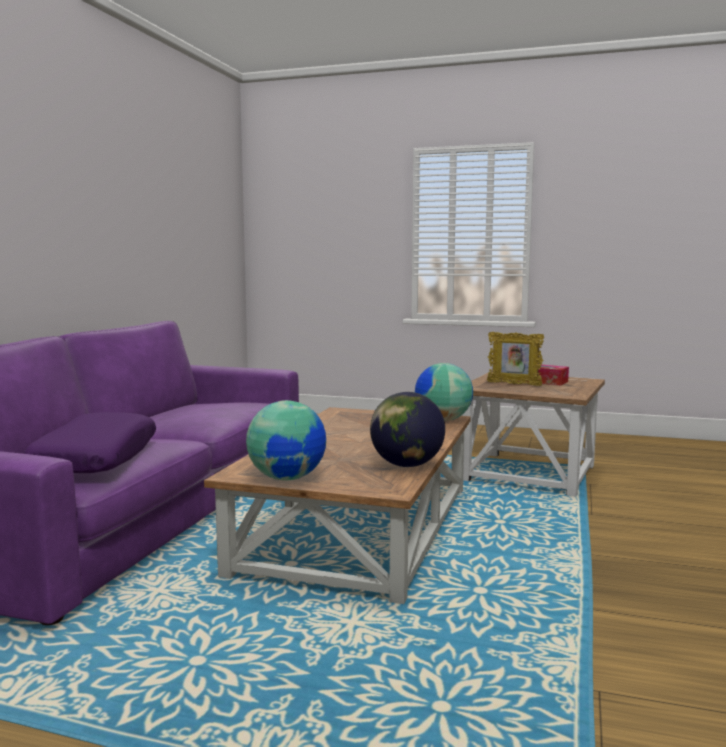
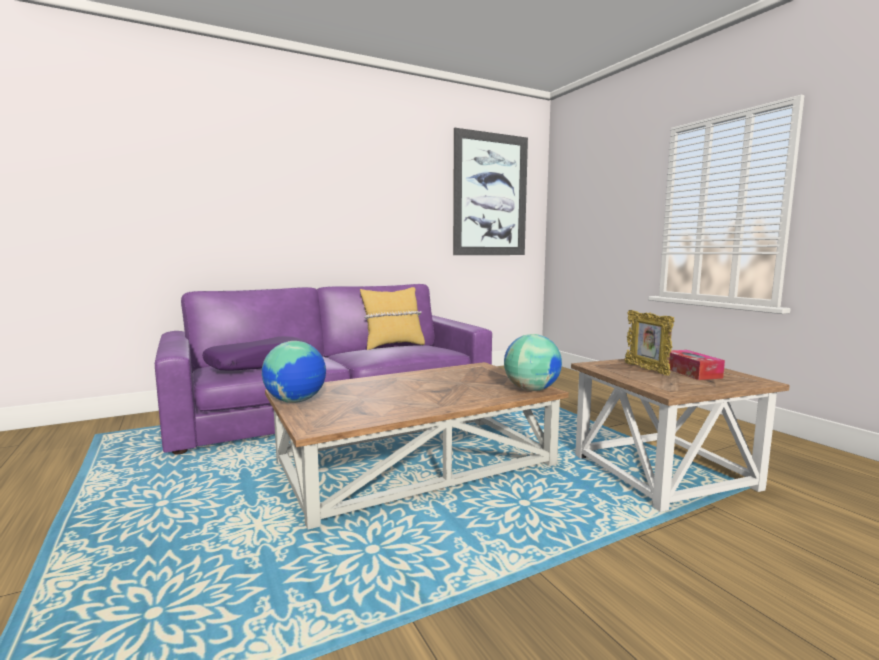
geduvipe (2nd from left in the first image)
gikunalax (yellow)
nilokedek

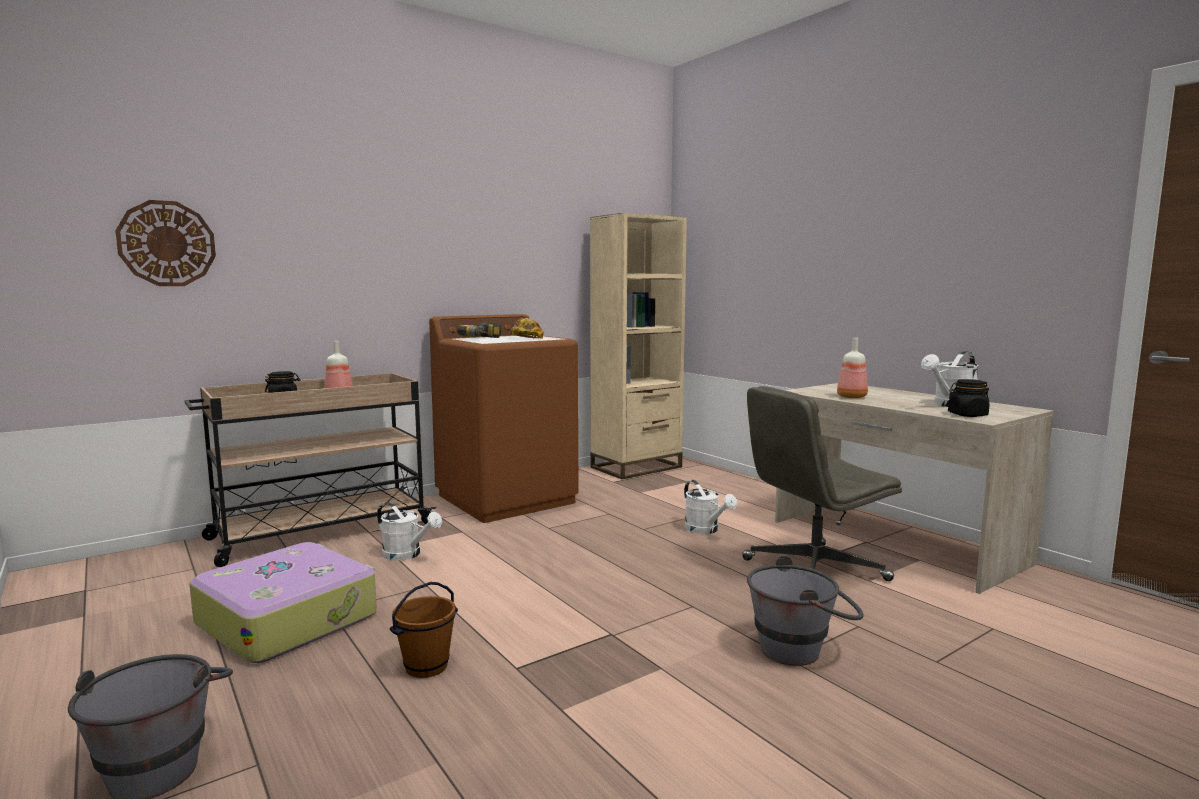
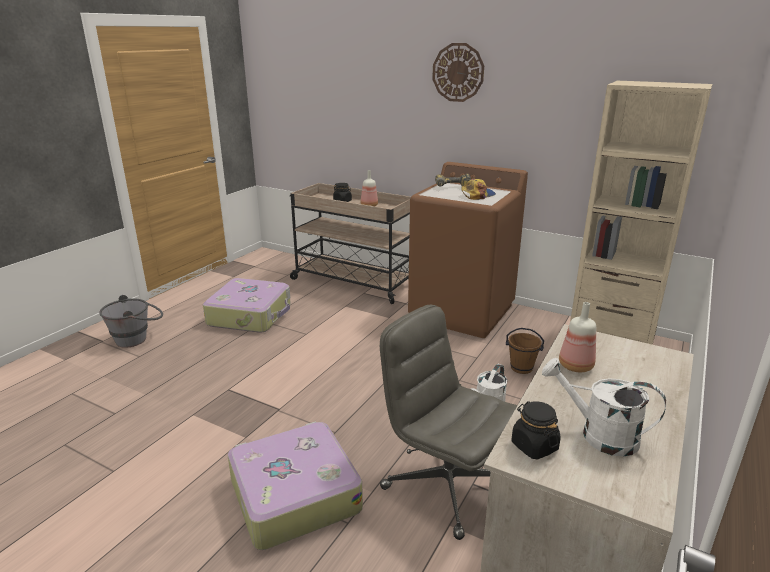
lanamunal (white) (1st from left in the first image)
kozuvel
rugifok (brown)
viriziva (2nd from left)

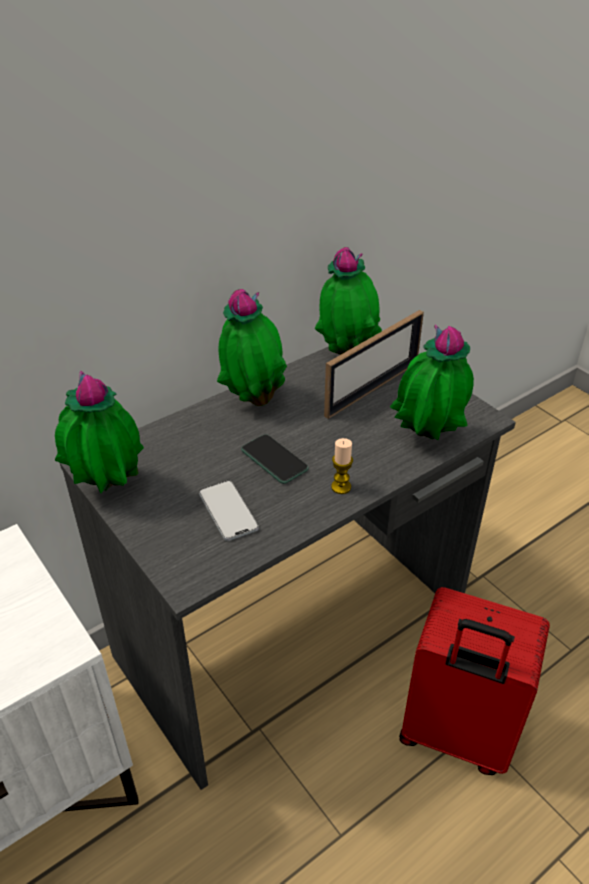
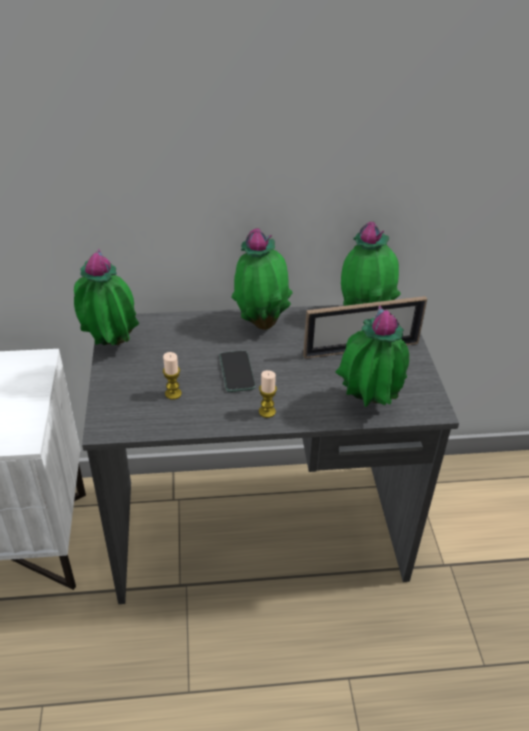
viriziva (red)
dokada (1st from left)

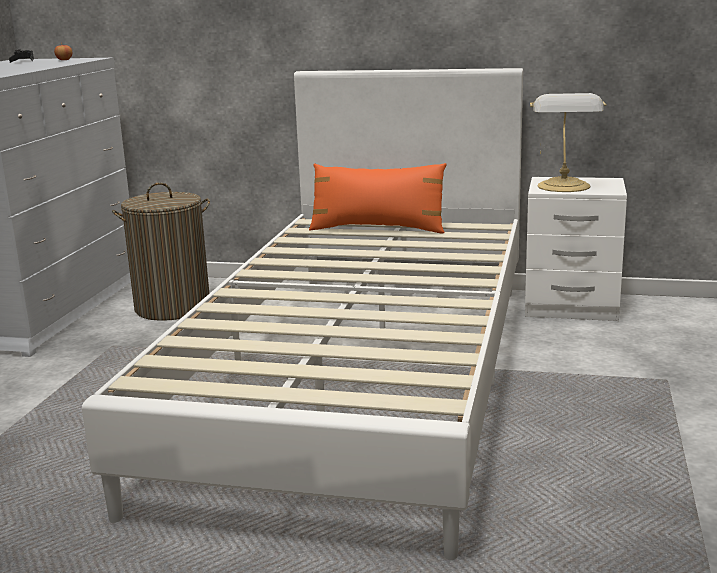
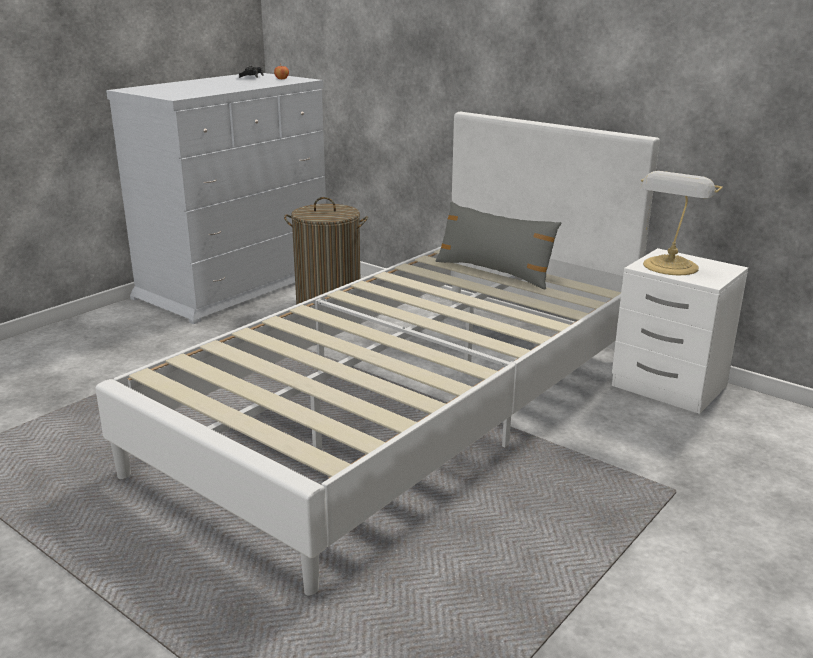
gikunalax (grey)

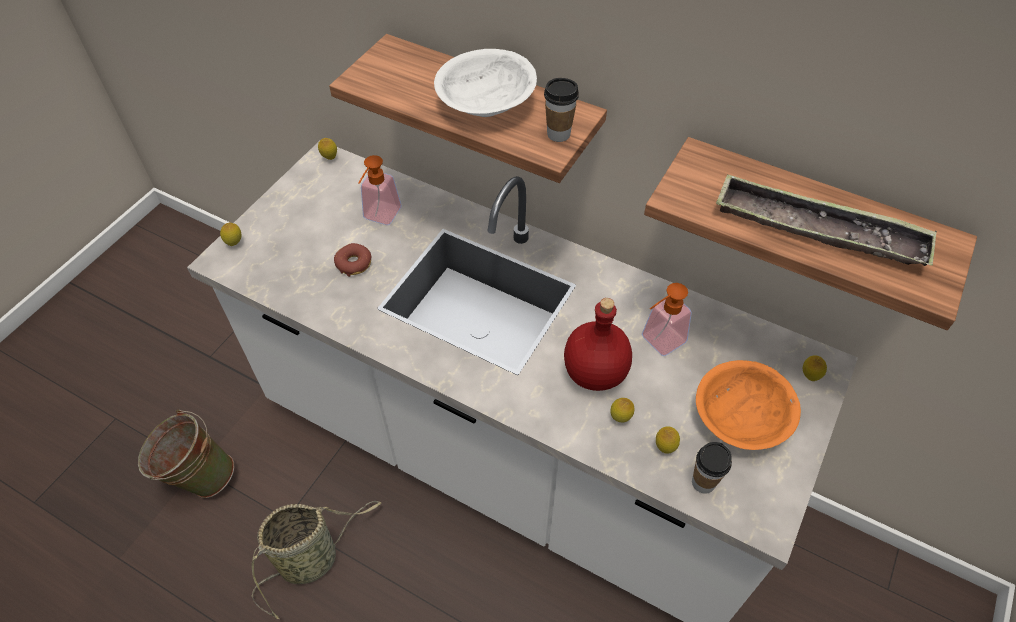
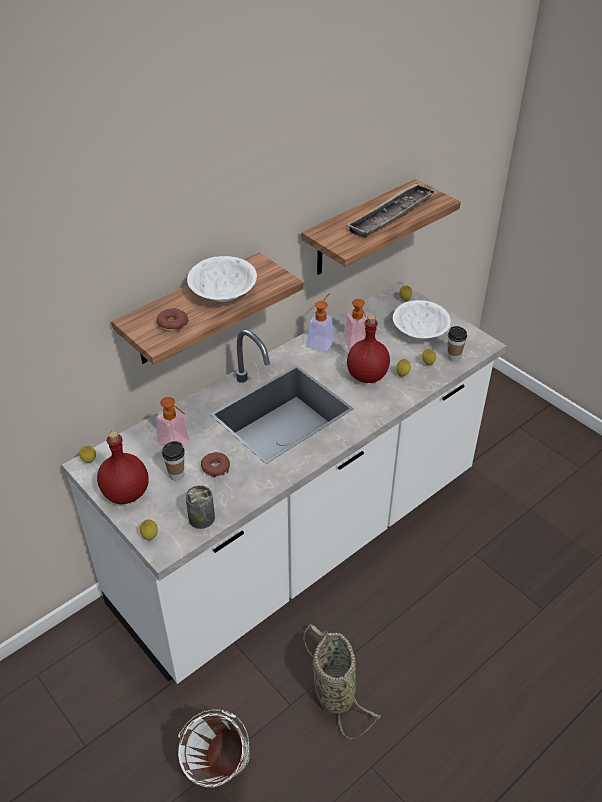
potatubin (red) (1st from left)
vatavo (1st from left)
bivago
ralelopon (2nd from left)
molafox (1st from left)
rugifok (white)
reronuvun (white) (2nd from left)

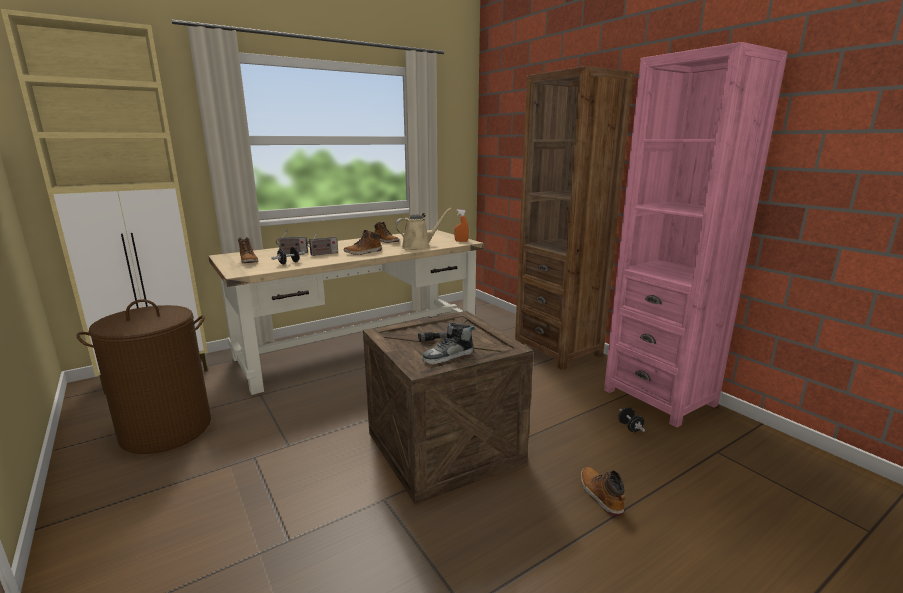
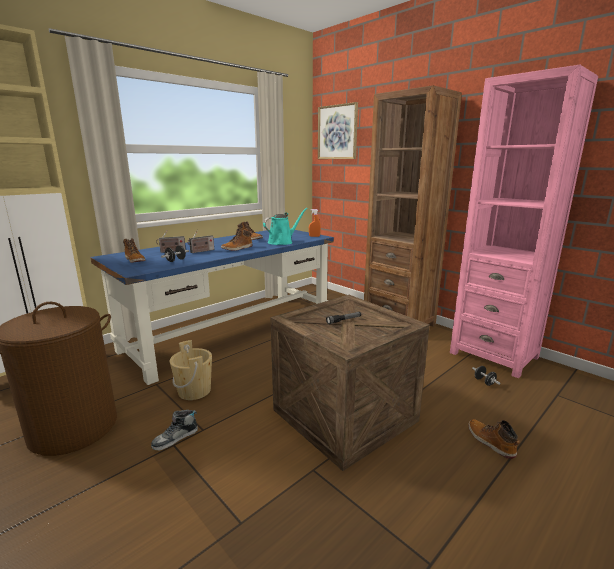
rugifok (beige)
nilokedek
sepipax
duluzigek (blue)
lanamunal (turquoise)

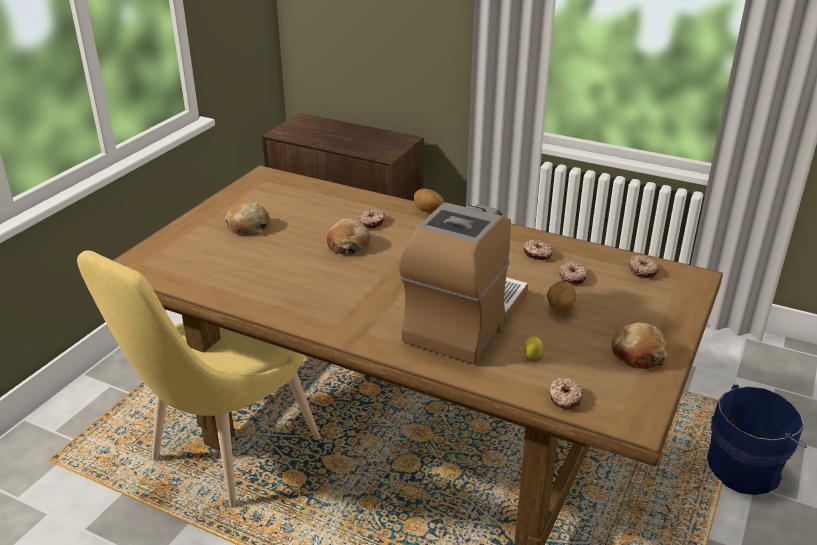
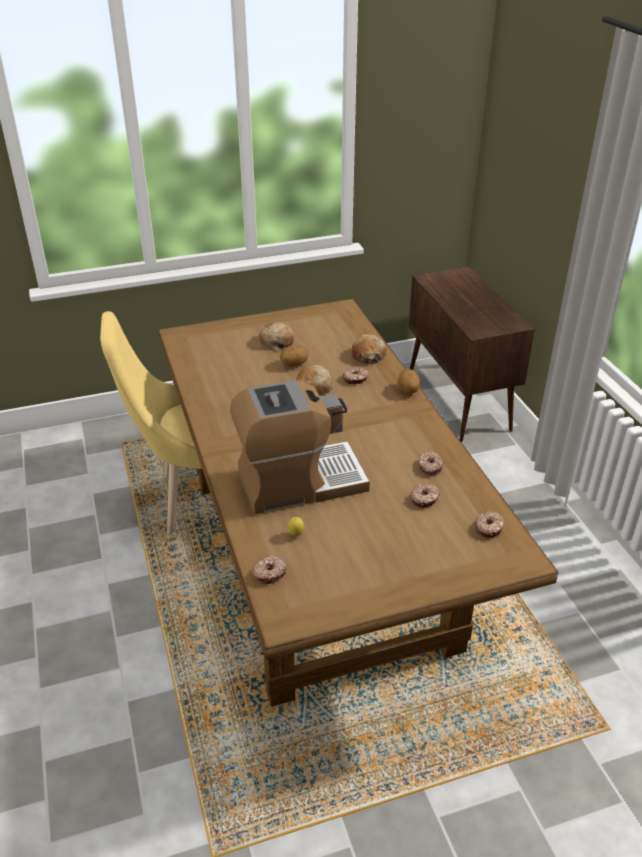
rugifok (blue)
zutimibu (1st from left)
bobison (3rd from left)

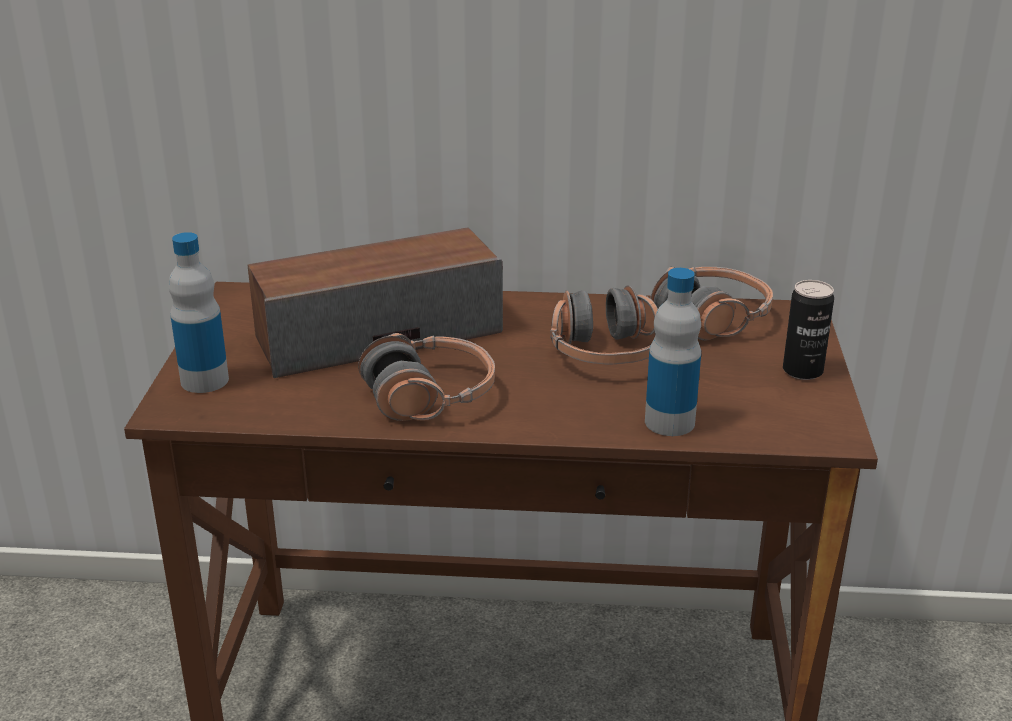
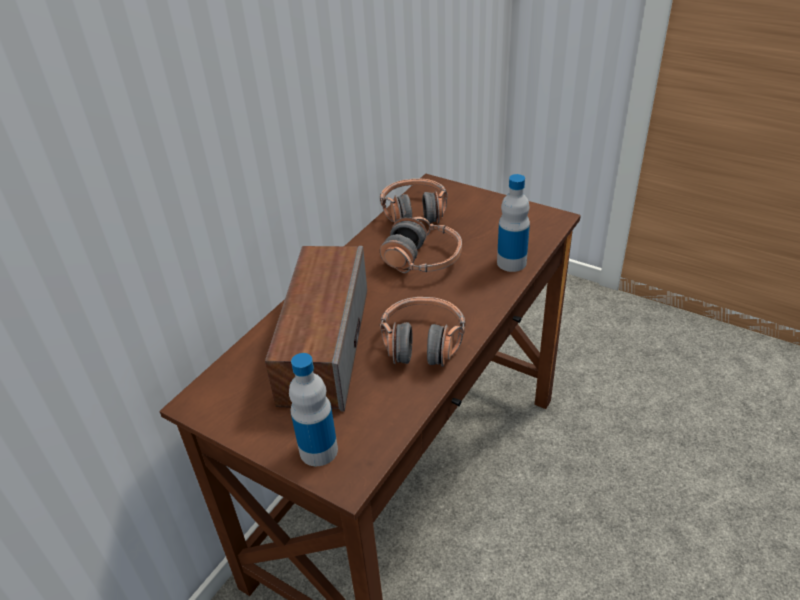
bivago

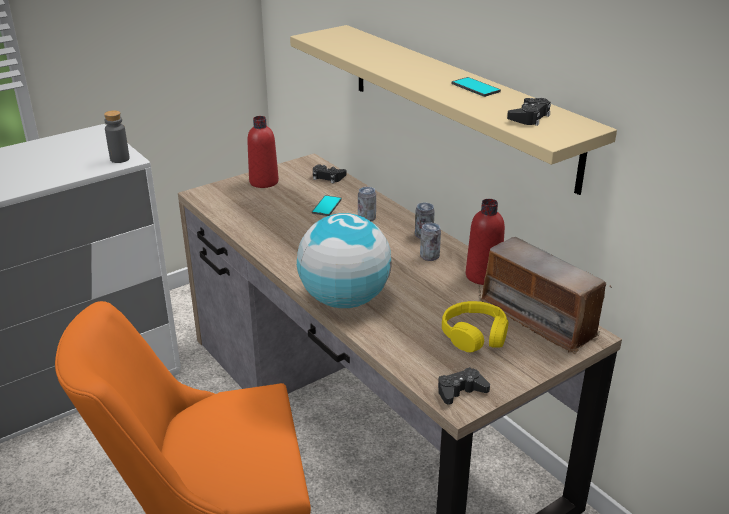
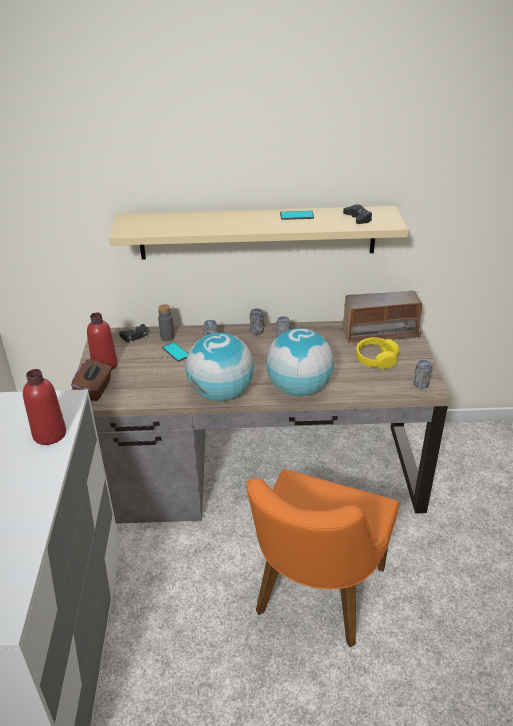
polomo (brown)
geduvipe (1st from left)
potatubin (grey)
potatubin (red) (1st from left)
bivago (4th from left)

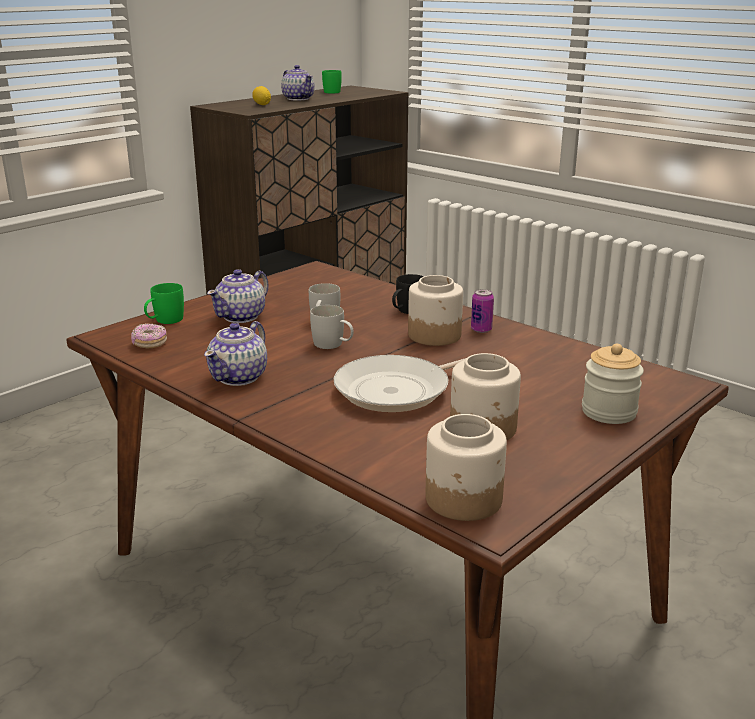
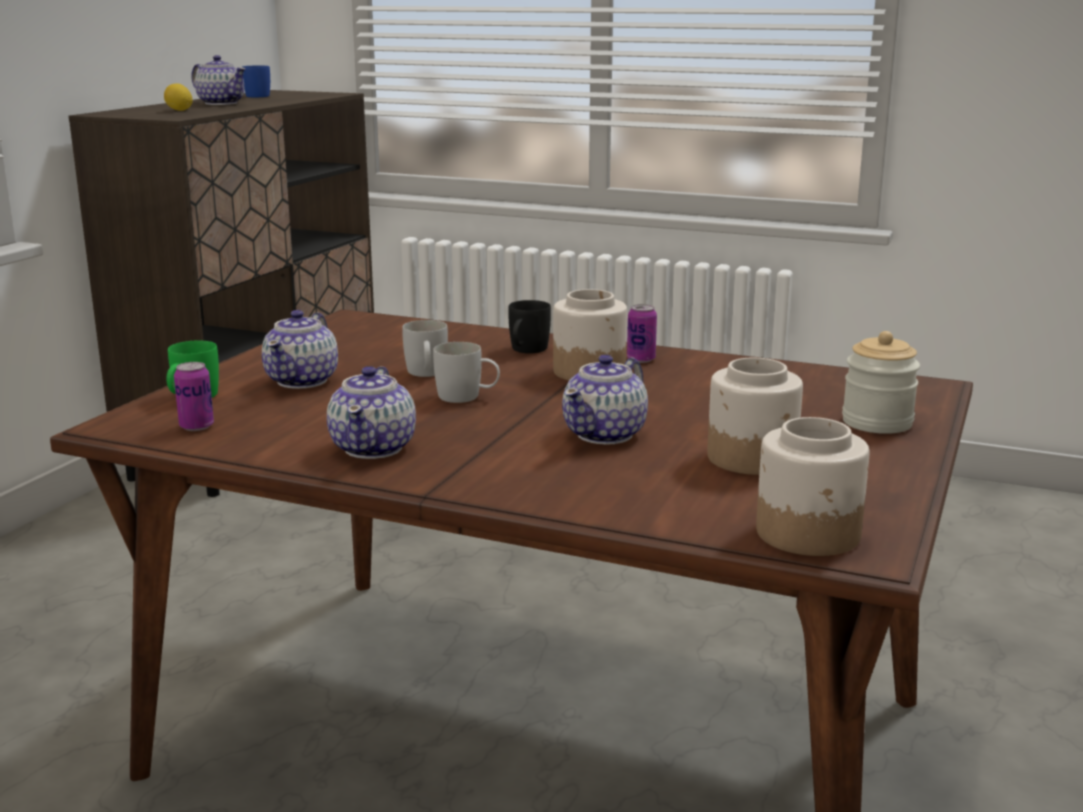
bivago (1st from left)
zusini (4th from left)
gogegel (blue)

